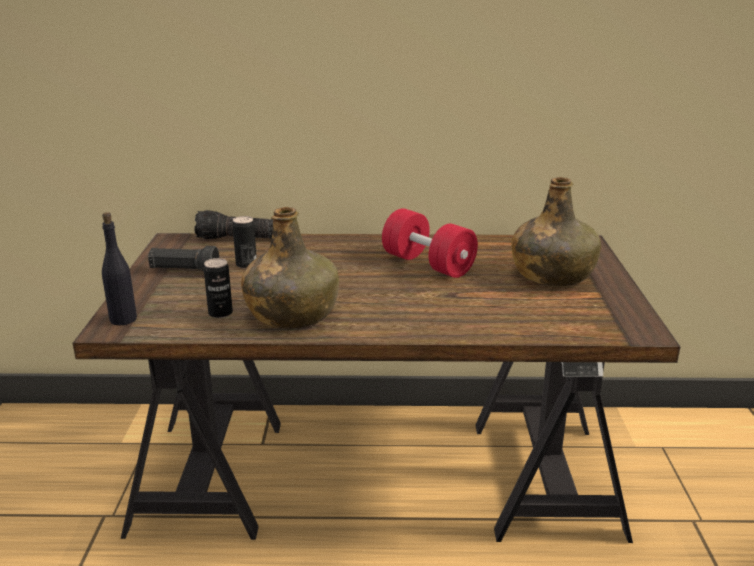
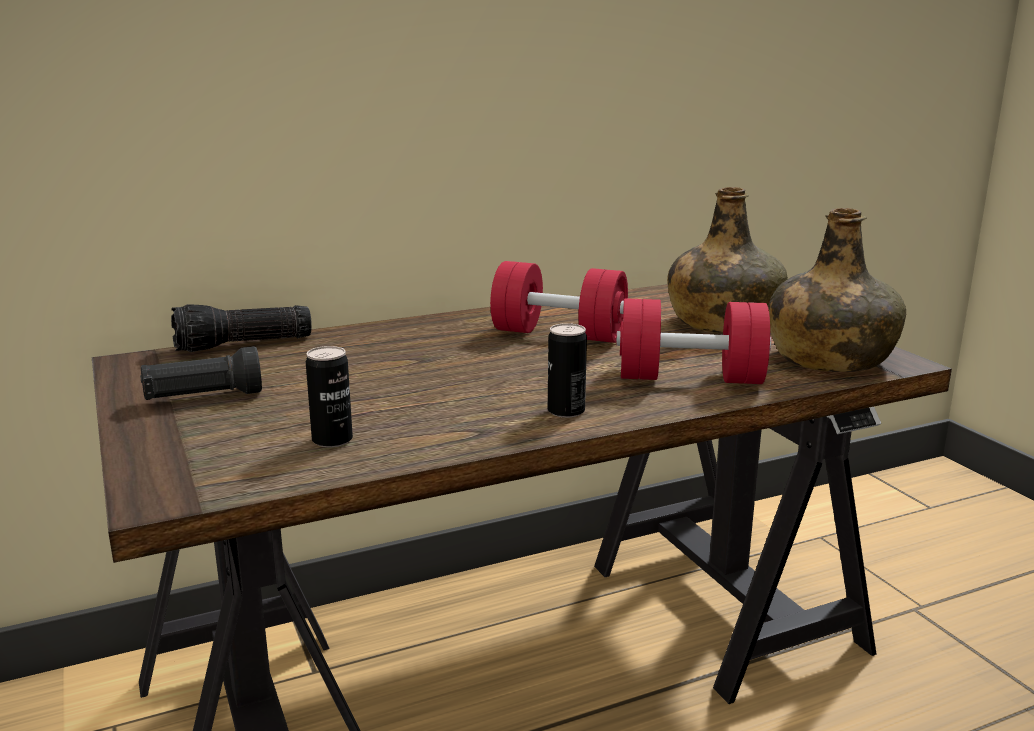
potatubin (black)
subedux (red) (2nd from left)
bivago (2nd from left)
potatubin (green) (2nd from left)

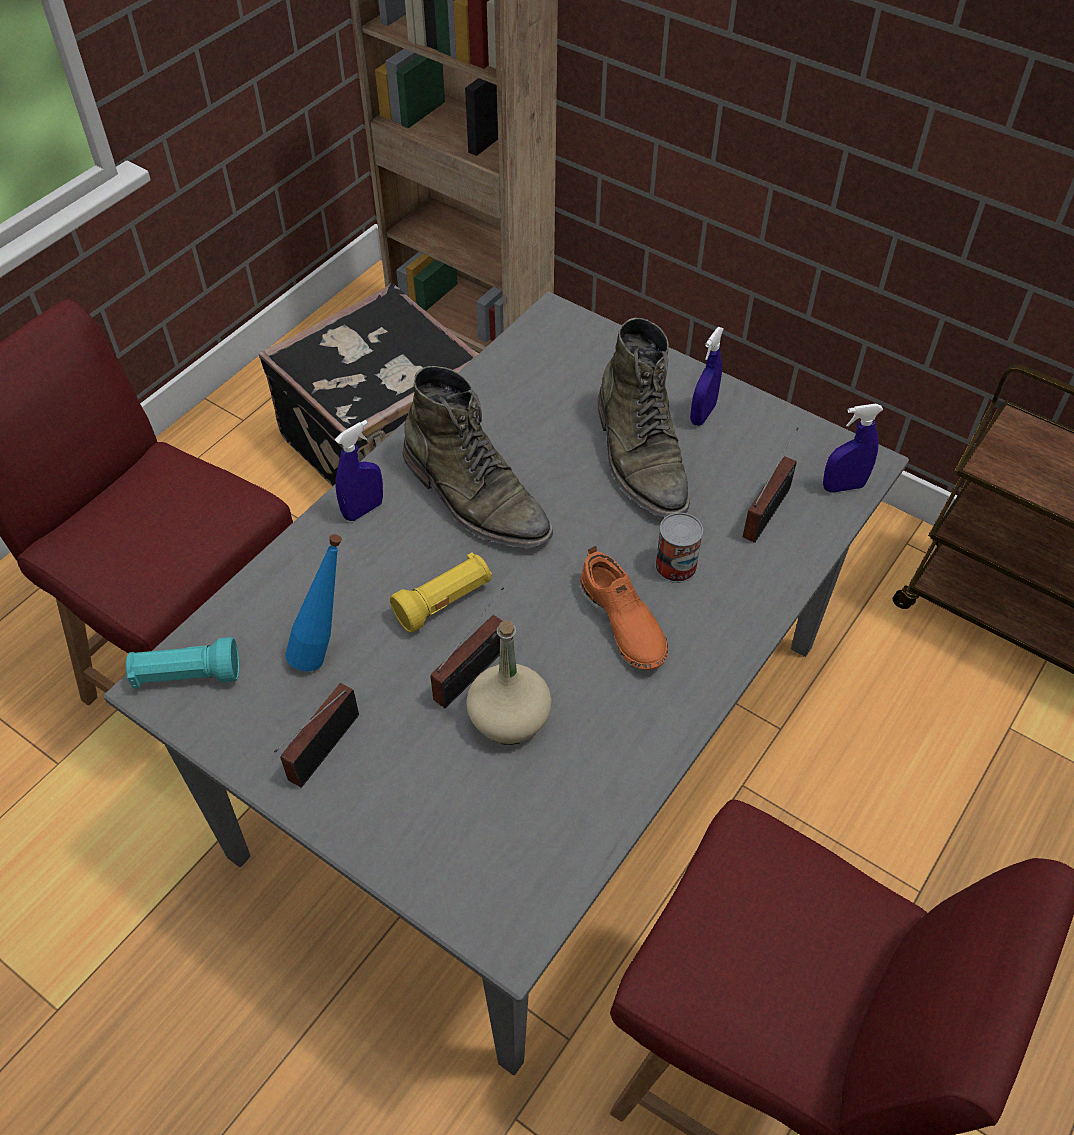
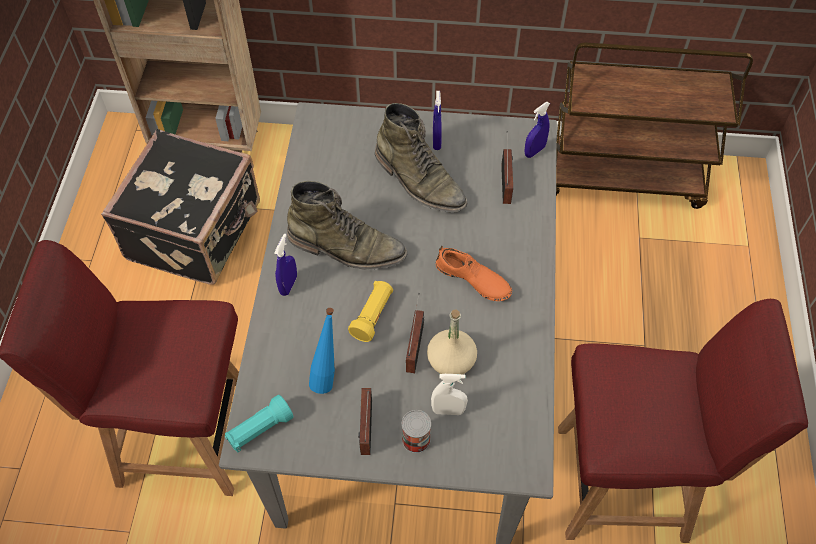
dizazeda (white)
bivago

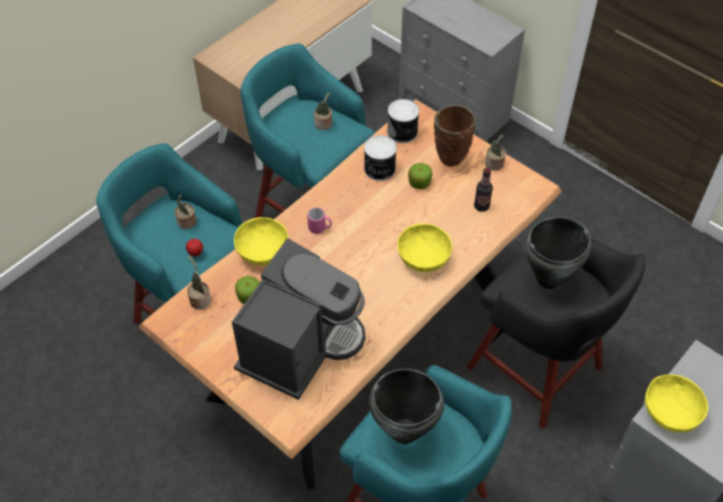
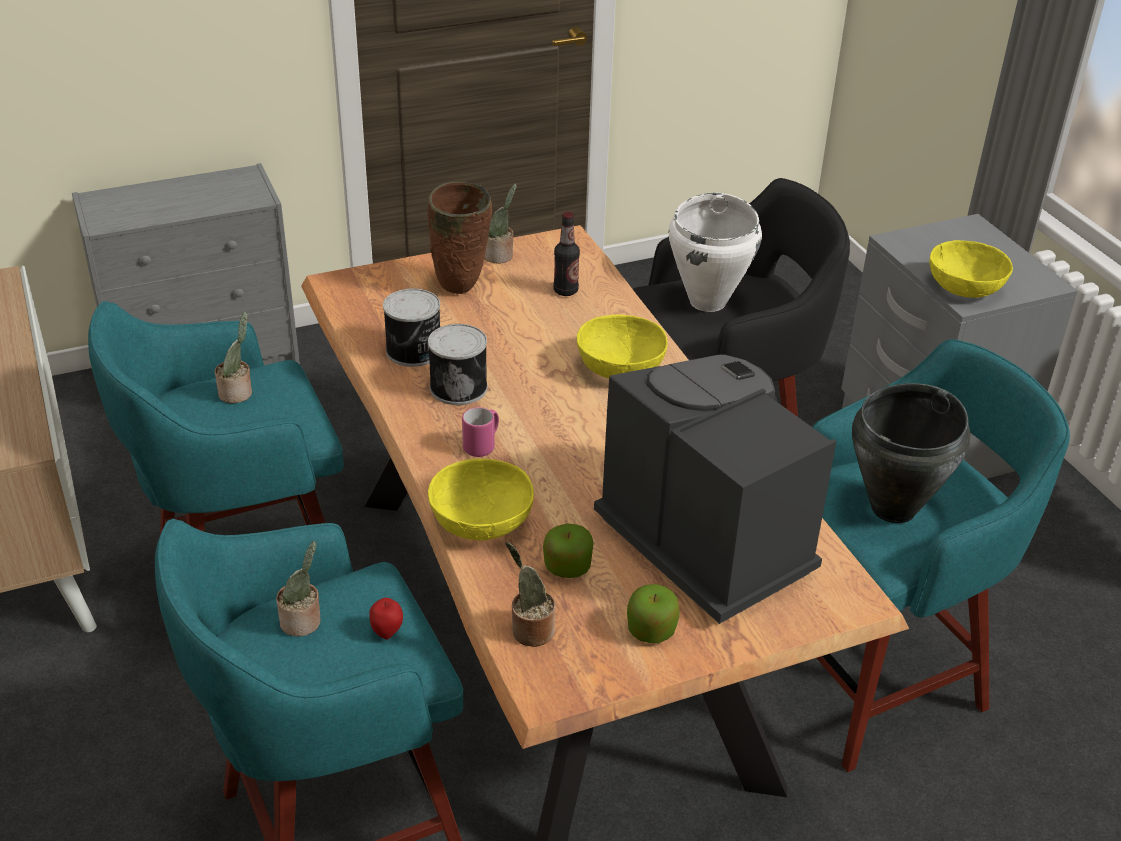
bivago (2nd from left)
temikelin (3rd from left)
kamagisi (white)

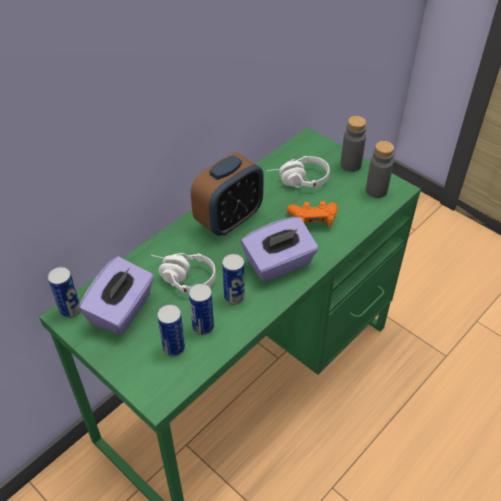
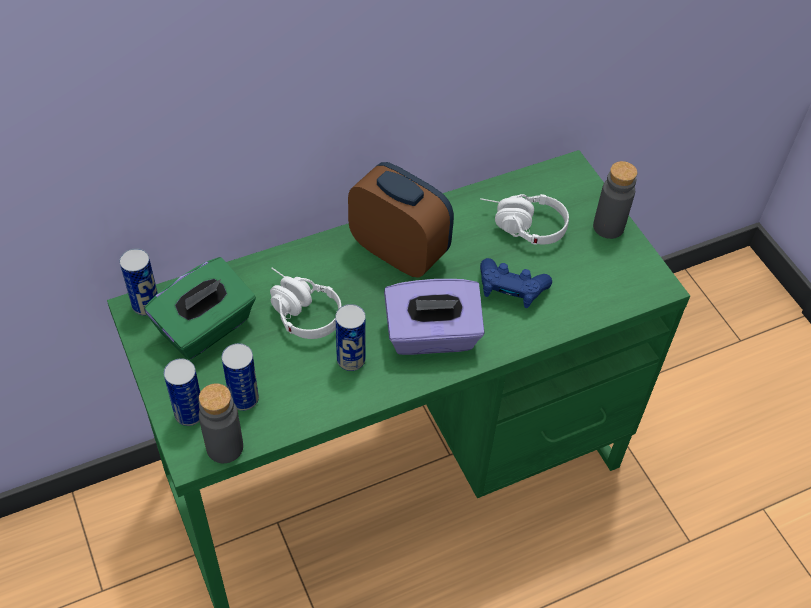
bivago (2nd from left)
potatubin (grey) (1st from left)
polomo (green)
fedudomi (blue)
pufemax

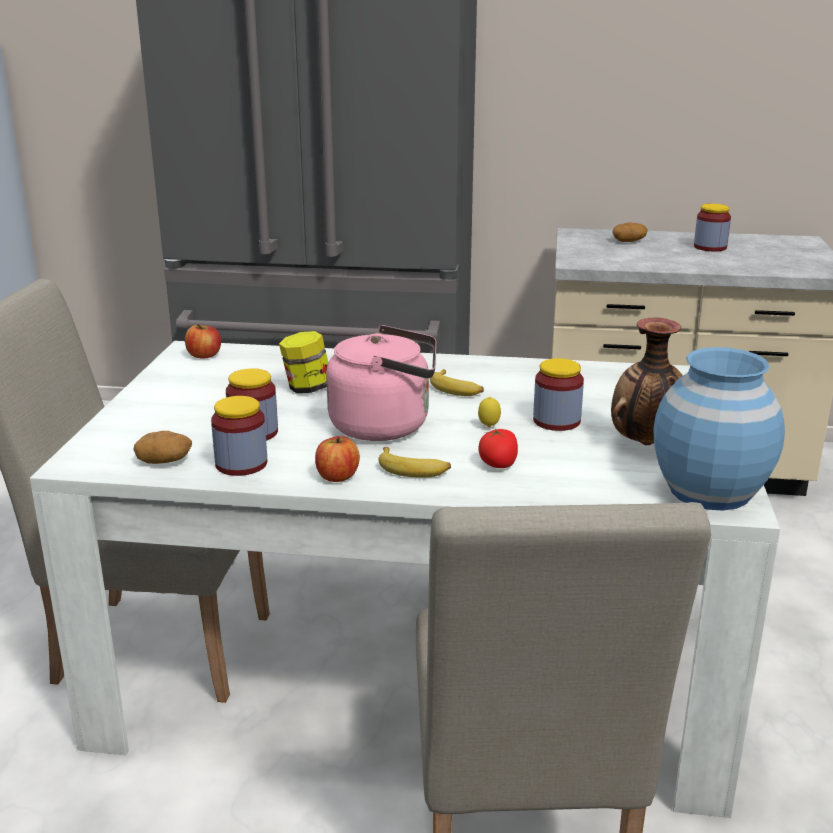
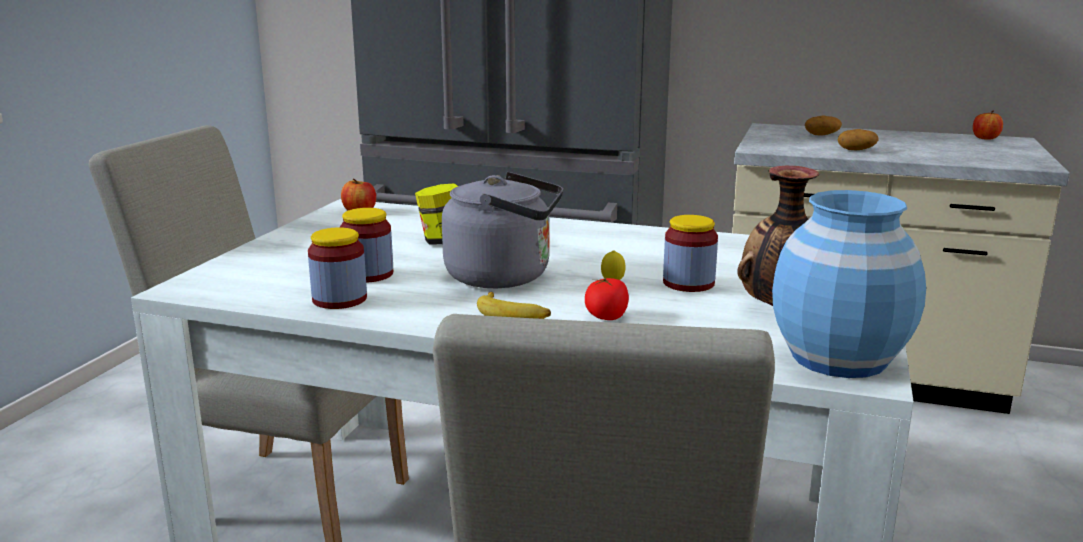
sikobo (2nd from left in the first image)
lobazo (5th from left in the first image)
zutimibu (2nd from left)
temikelin (2nd from left)
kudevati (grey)

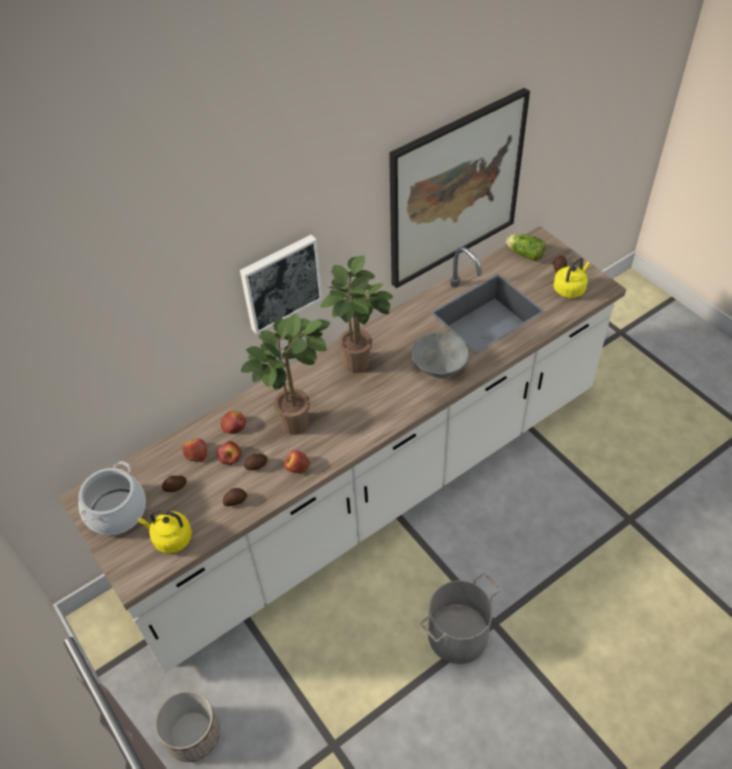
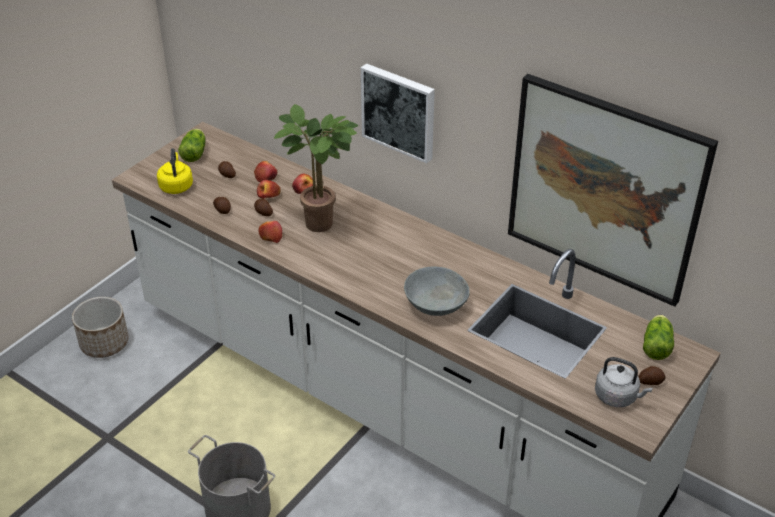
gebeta (2nd from left in the first image)
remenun (1st from left)
kudevati (grey)

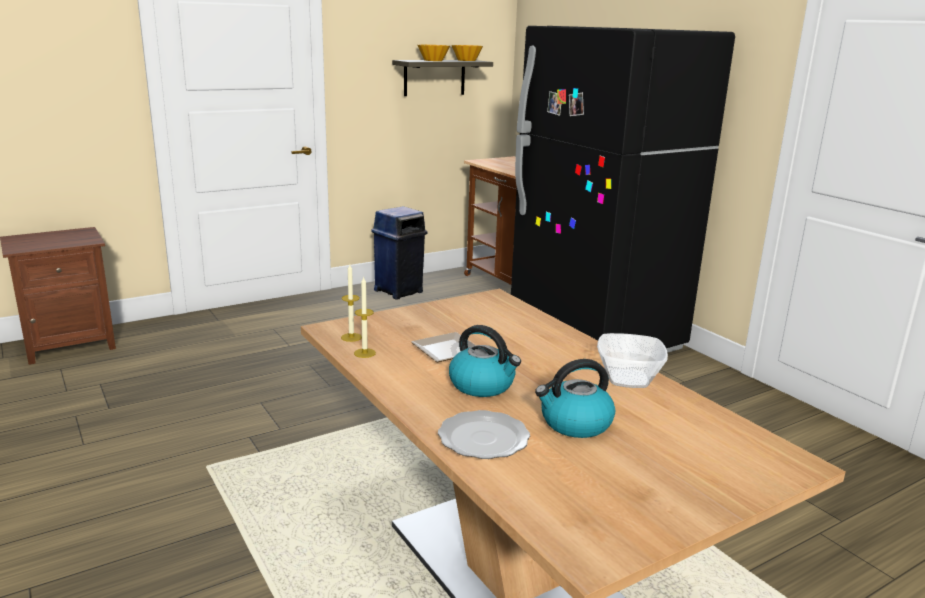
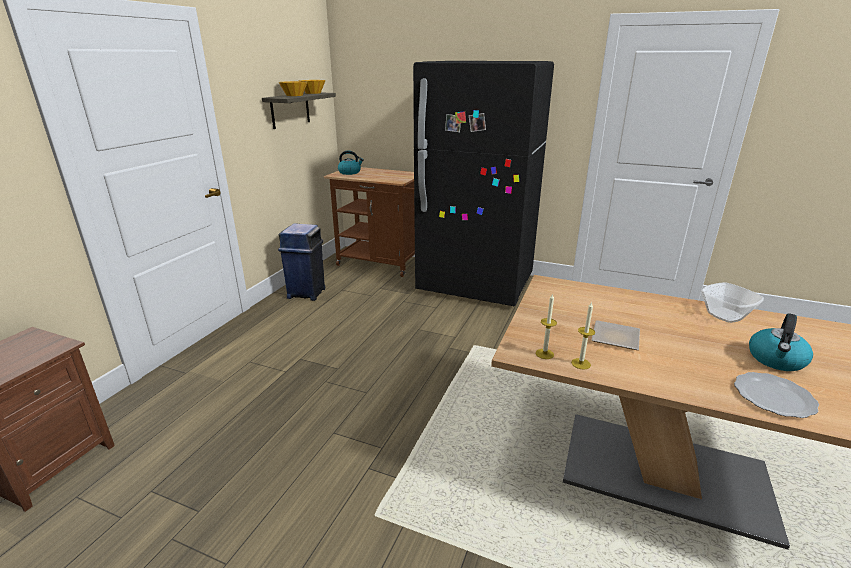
kudevati (1st from left)

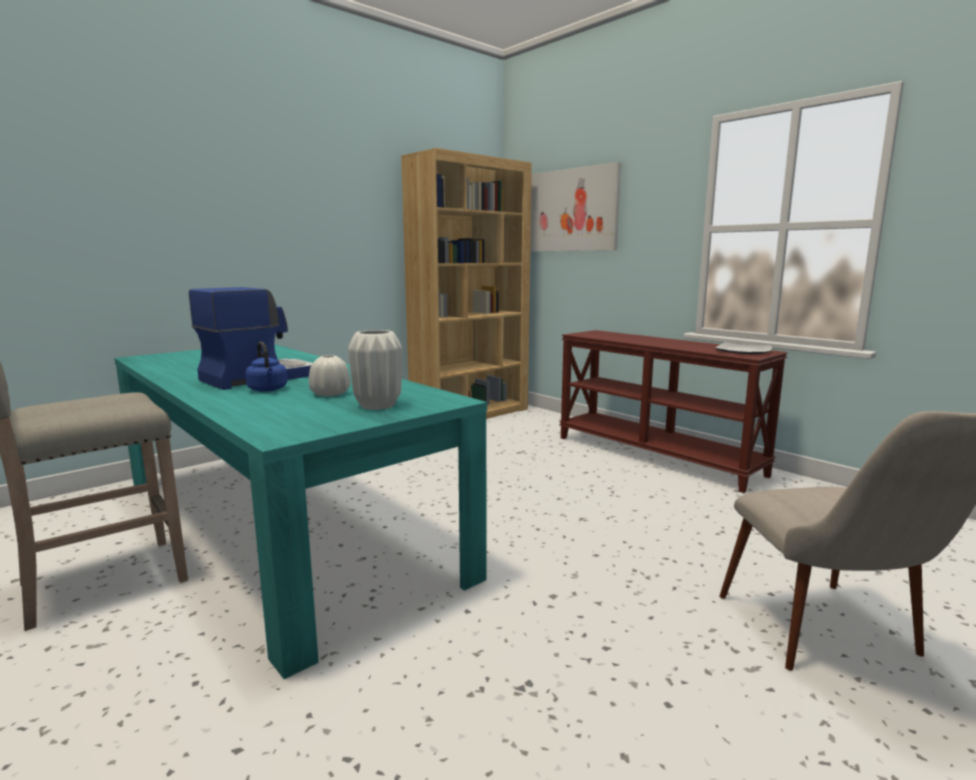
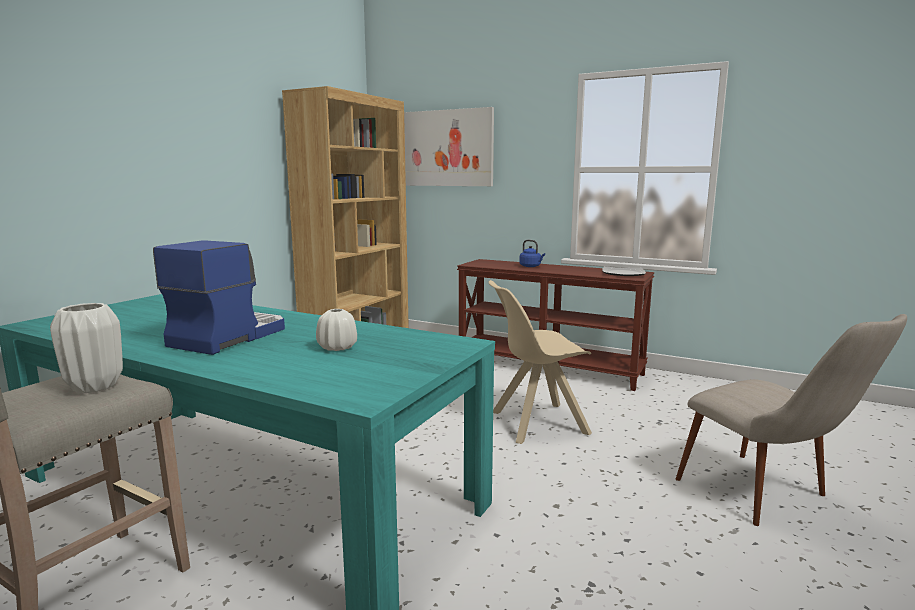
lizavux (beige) (1st from left)
kudevati (blue)
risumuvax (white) (1st from left)

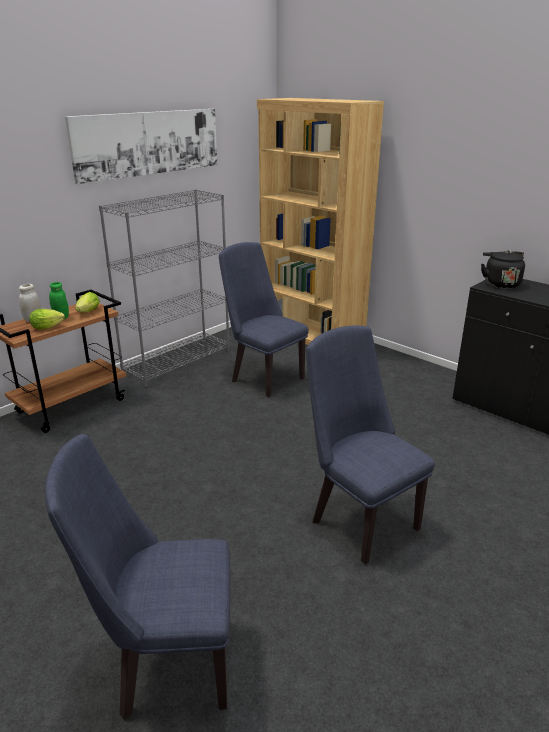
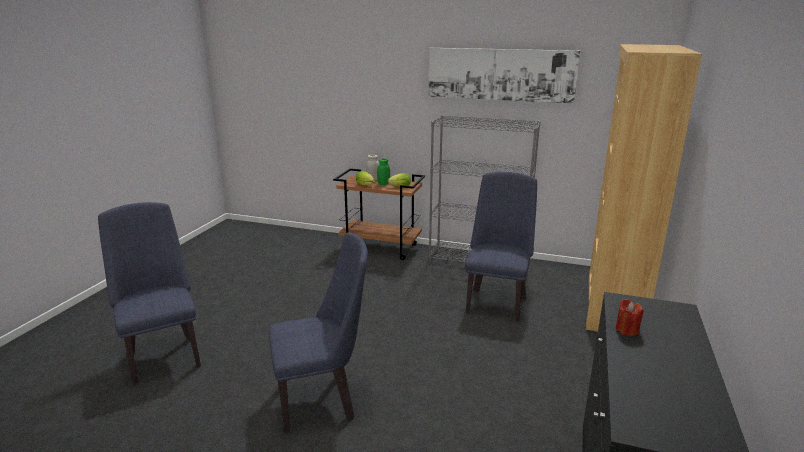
kudevati (black)
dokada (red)
lizavux (blue) (2nd from left)

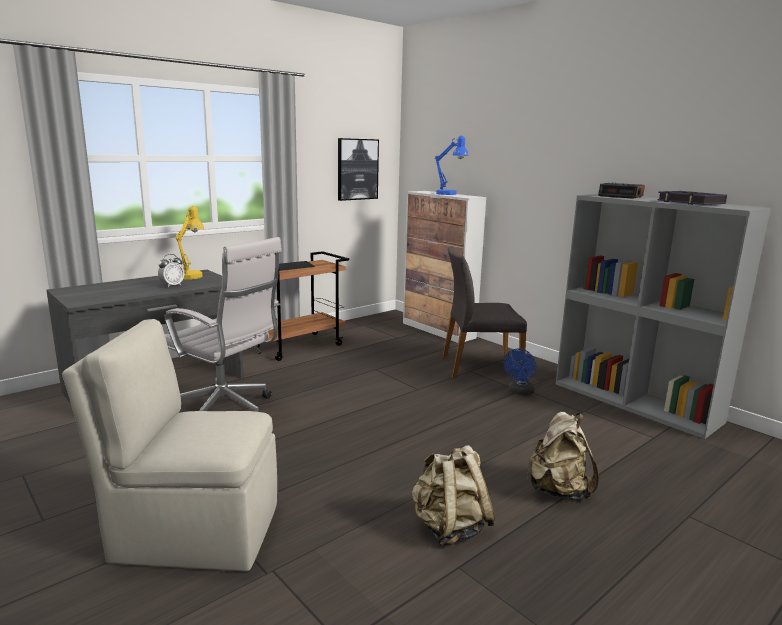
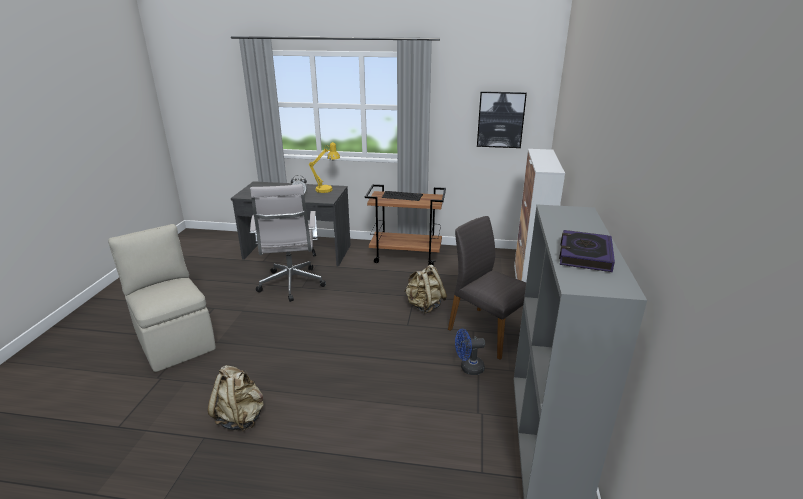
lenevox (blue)
pufemax (2nd from left in the first image)
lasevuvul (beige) (2nd from left)

